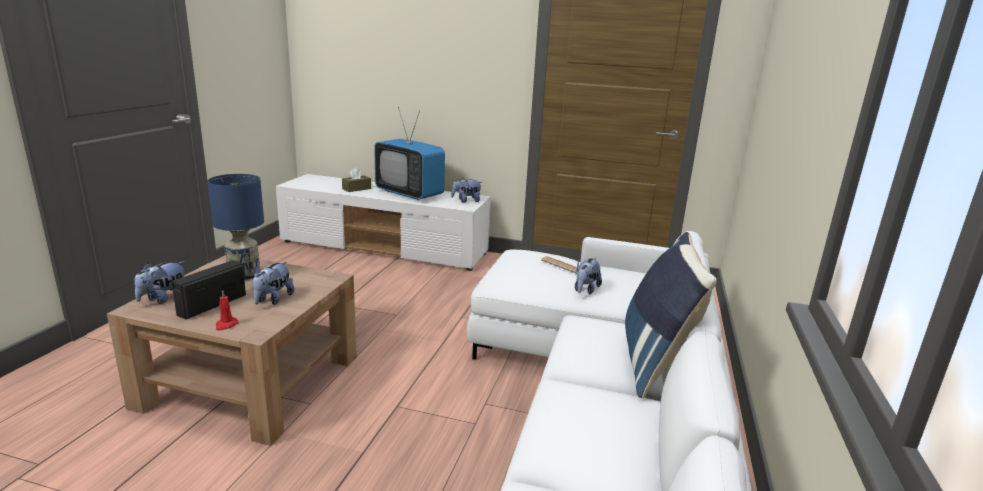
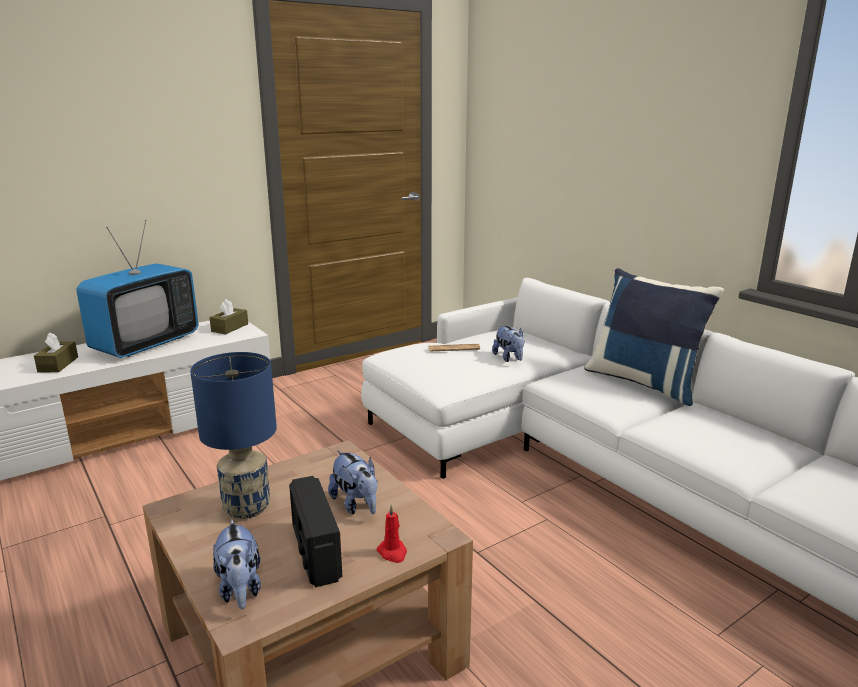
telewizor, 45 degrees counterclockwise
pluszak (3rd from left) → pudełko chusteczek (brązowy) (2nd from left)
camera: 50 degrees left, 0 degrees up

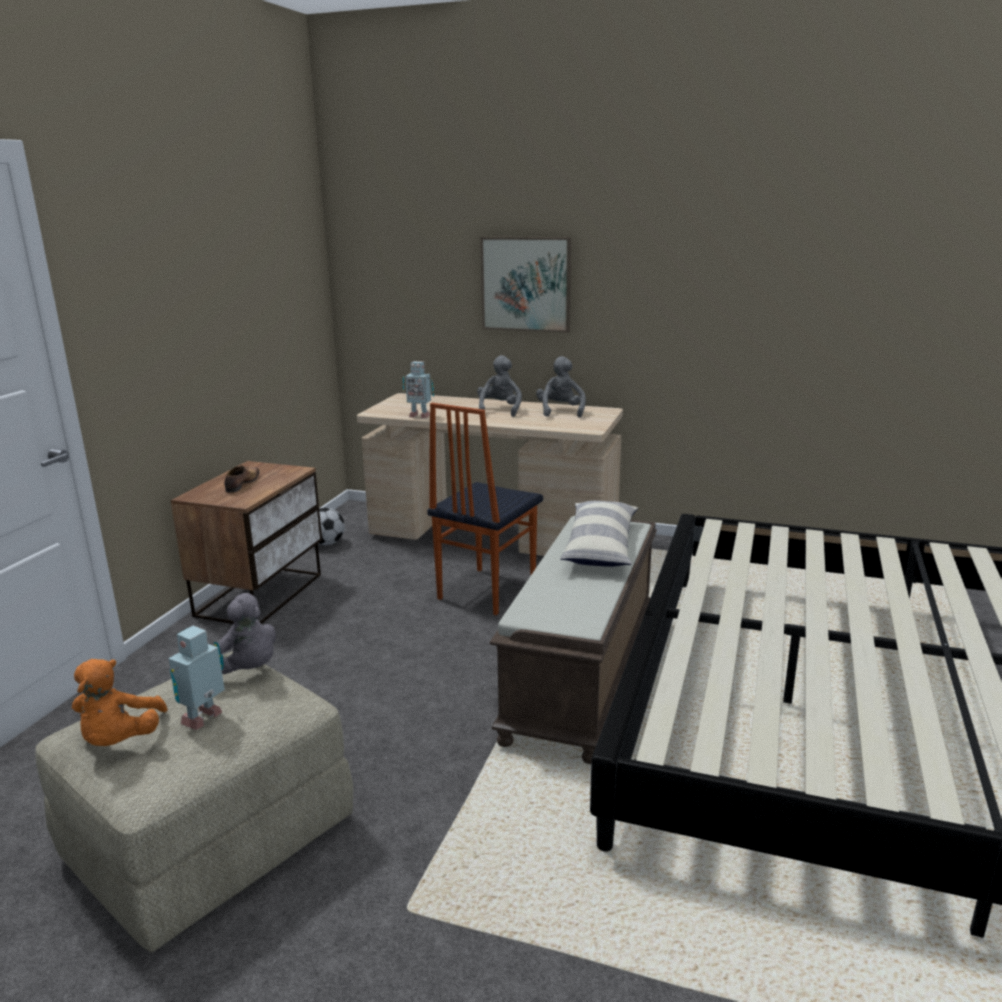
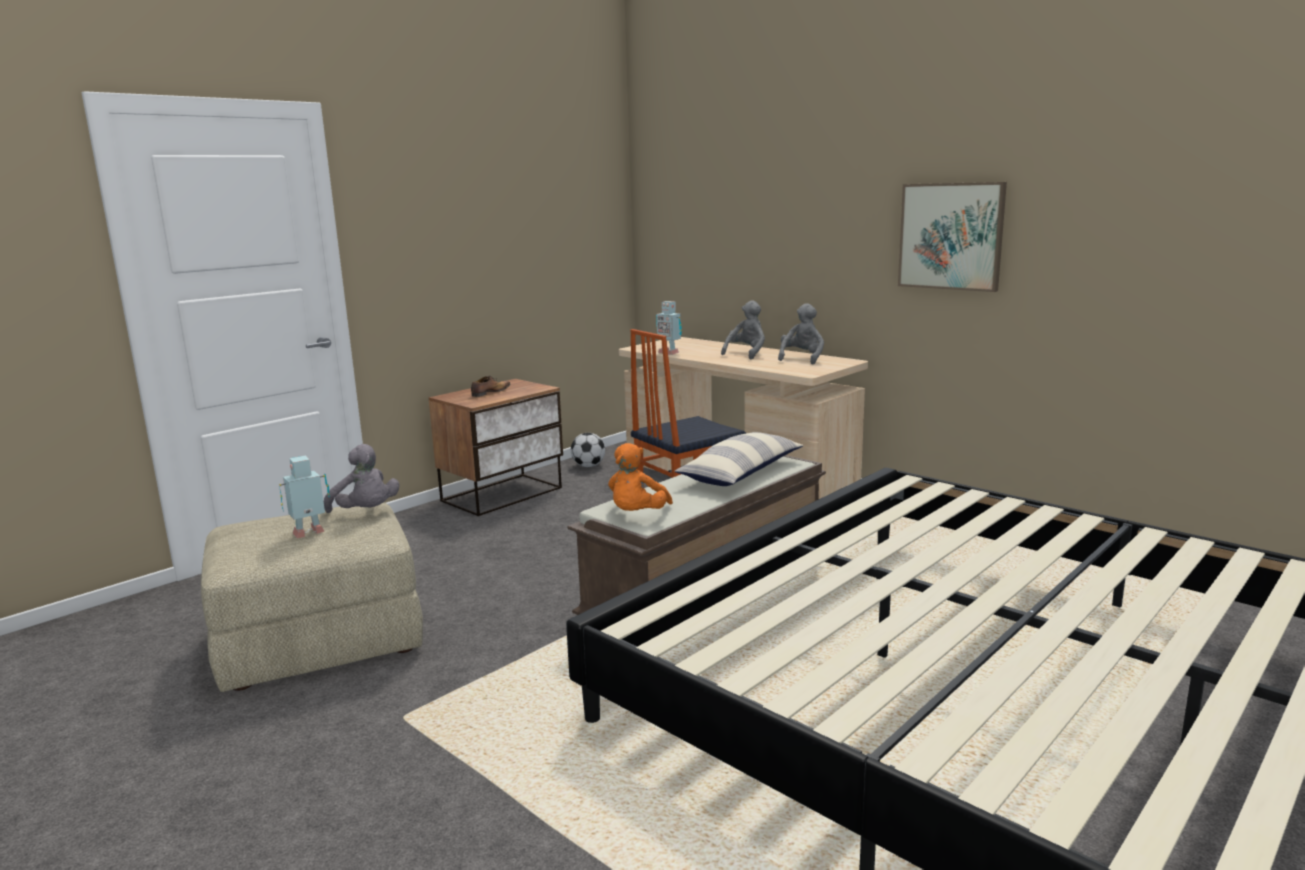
pluszak (pomarańczowy), moved
obraz, moved
camera: 25 degrees right, 5 degrees down

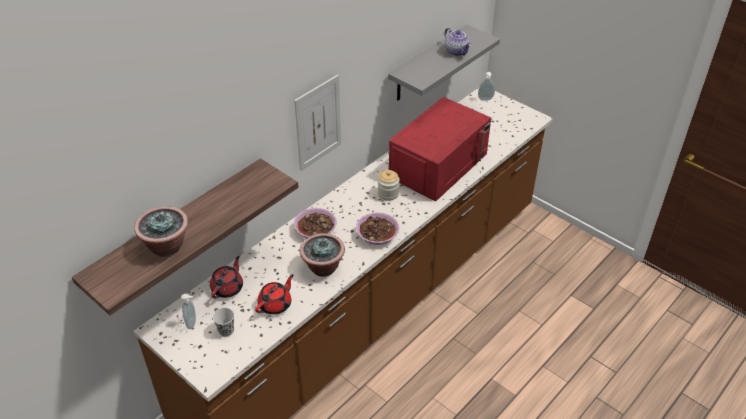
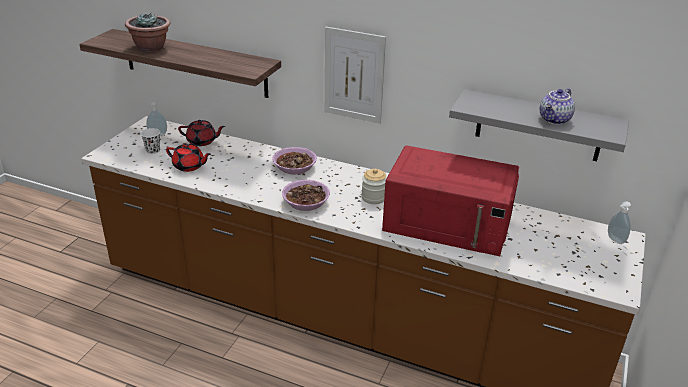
roślina doniczkowa (2nd from left) → -
camera: 70 degrees right, 10 degrees down

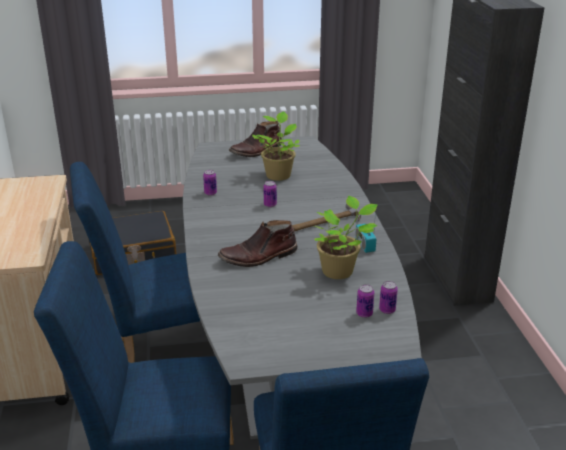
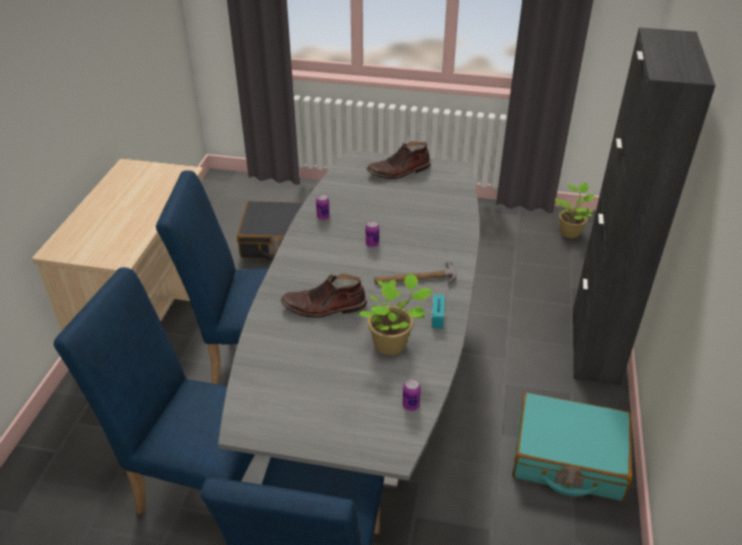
- → walizka (turkusowy)
roślina doniczkowa (1st from left in the first image) → roślina doniczkowa (2nd from left), moved
puszka (3rd from left) → -
camera: 20 degrees right, 10 degrees up

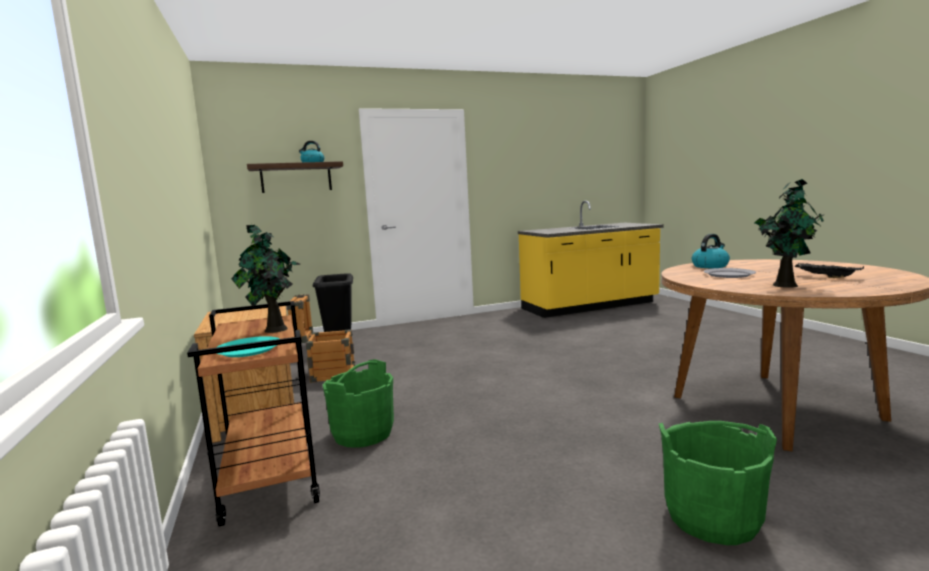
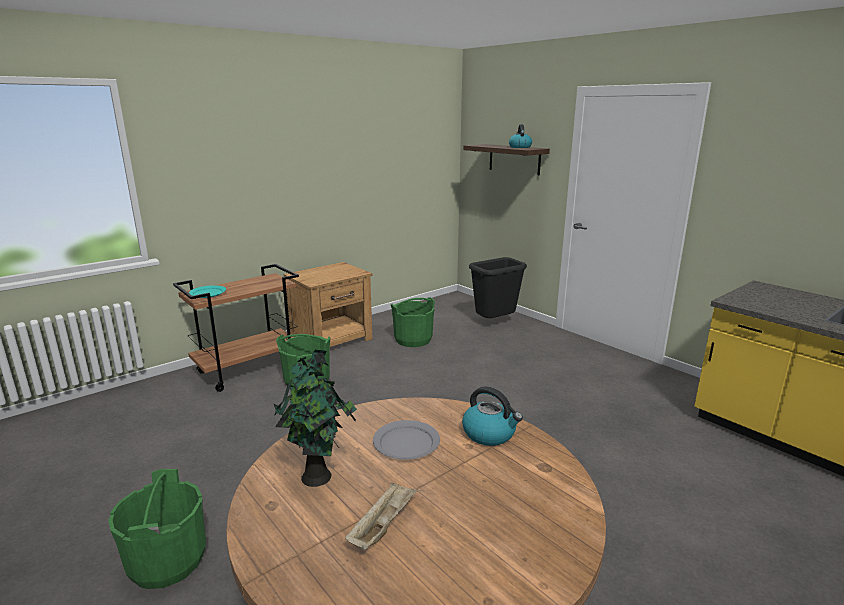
taca (czarny) → taca (beżowy)
skrzynka → wiadro (zielony) (3rd from left)
roślina doniczkowa (1st from left) → -
camera: 70 degrees right, 10 degrees up

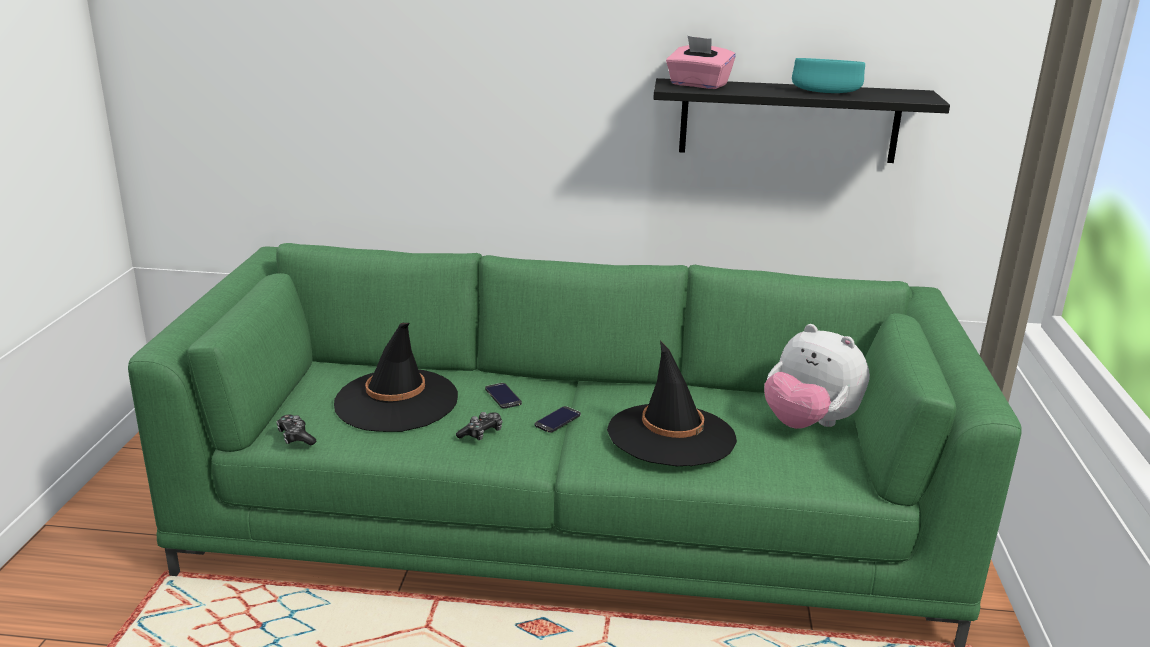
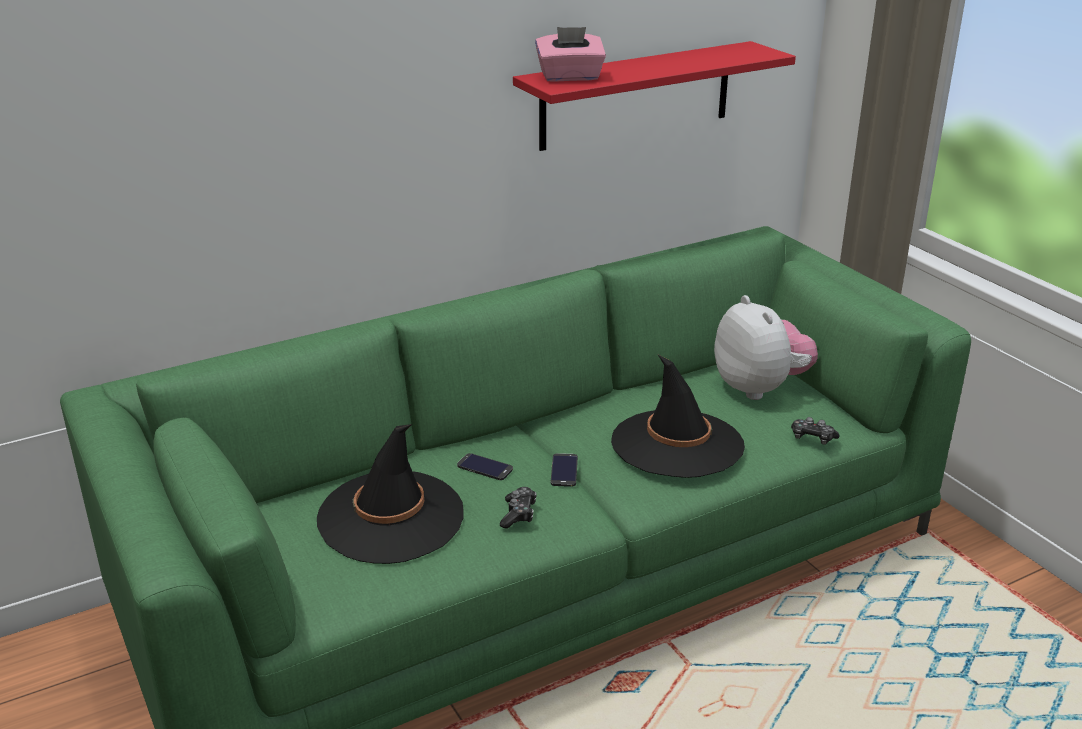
półka (czarny) → półka (czerwony)
pluszak, 120 degrees counterclockwise
pad do gier (1st from left in the first image) → pad do gier (2nd from left), moved
miska (turkusowy) → -
camera: 35 degrees left, 5 degrees up

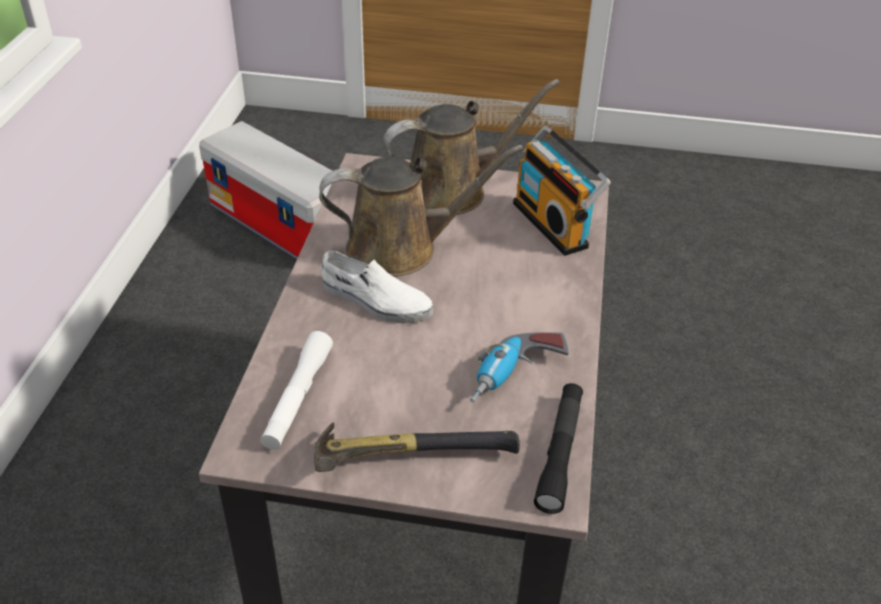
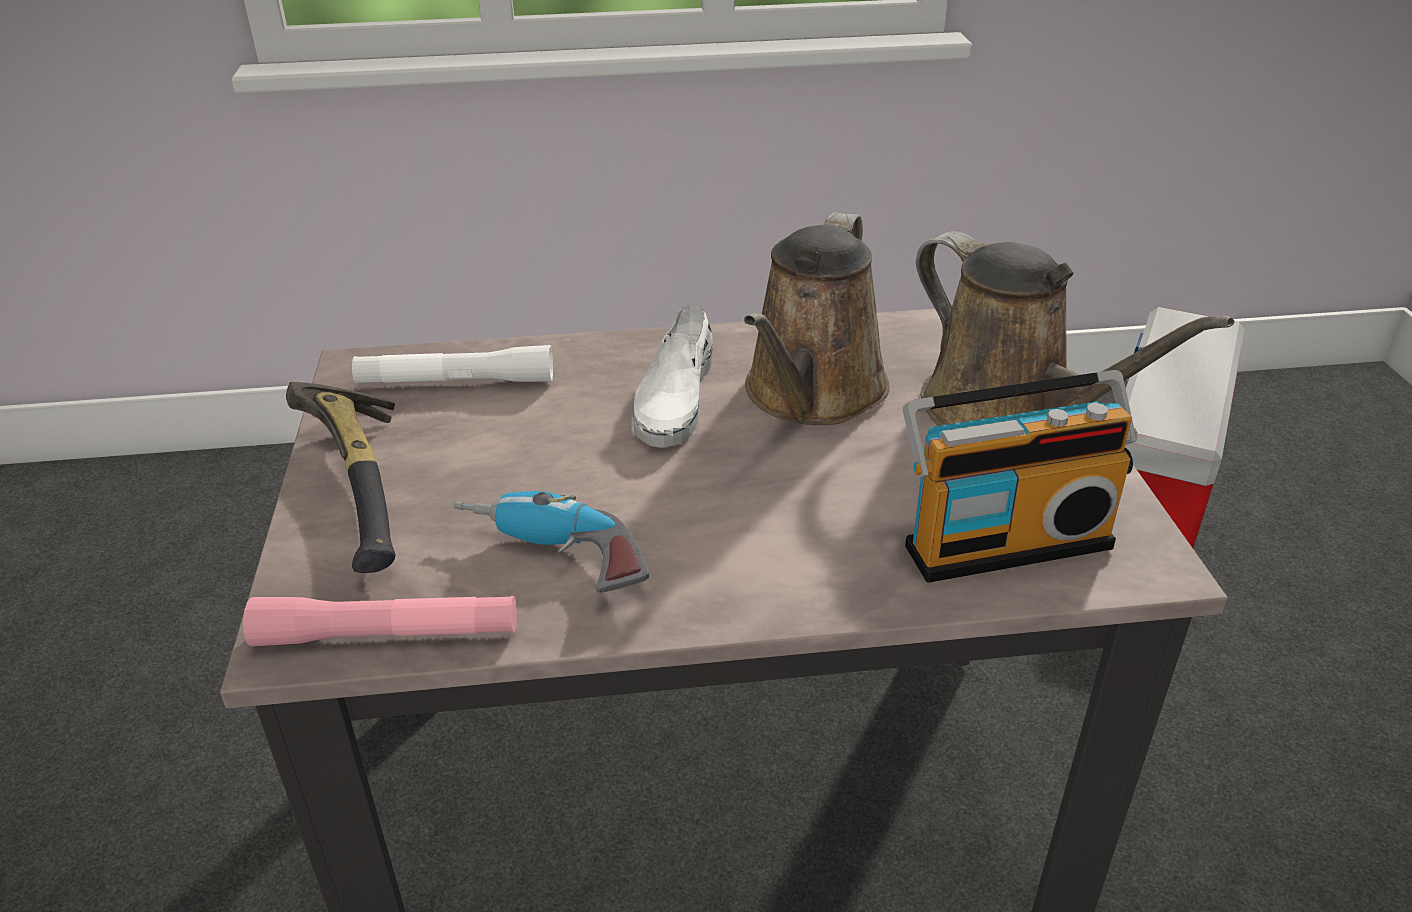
latarka (czarny) → latarka (różowy)
konewka (brązowy) (1st from left), 45 degrees clockwise
radio, 150 degrees counterclockwise
camera: 75 degrees right, 5 degrees down

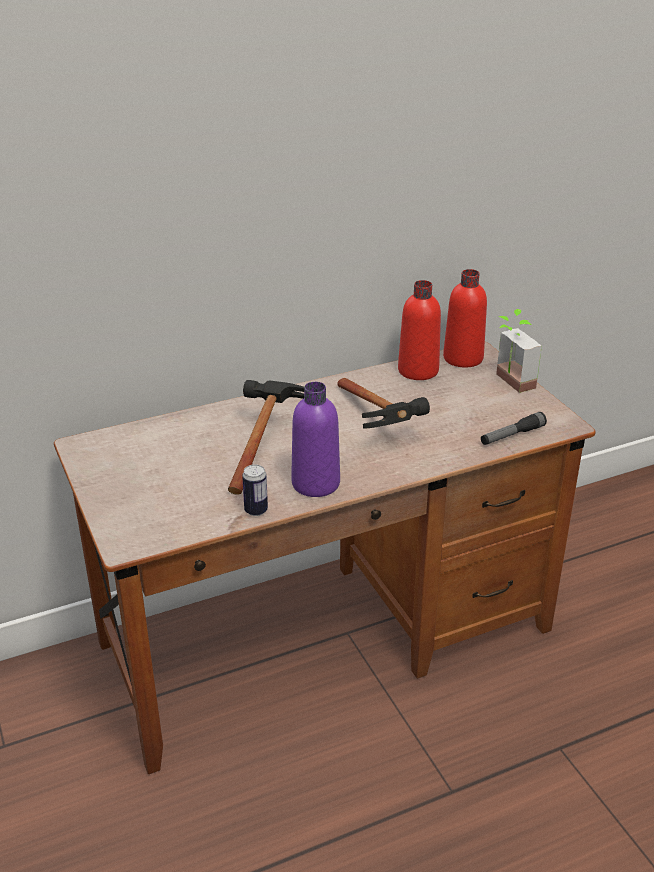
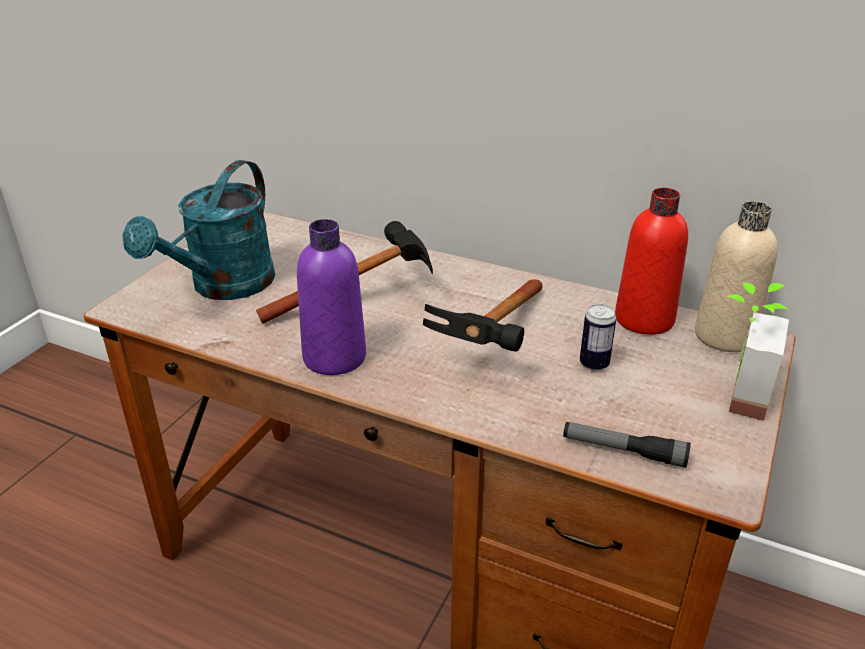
- → konewka (turkusowy)
puszka, moved
butelka (czerwony) (2nd from left) → butelka (beżowy)
camera: 50 degrees right, 0 degrees up

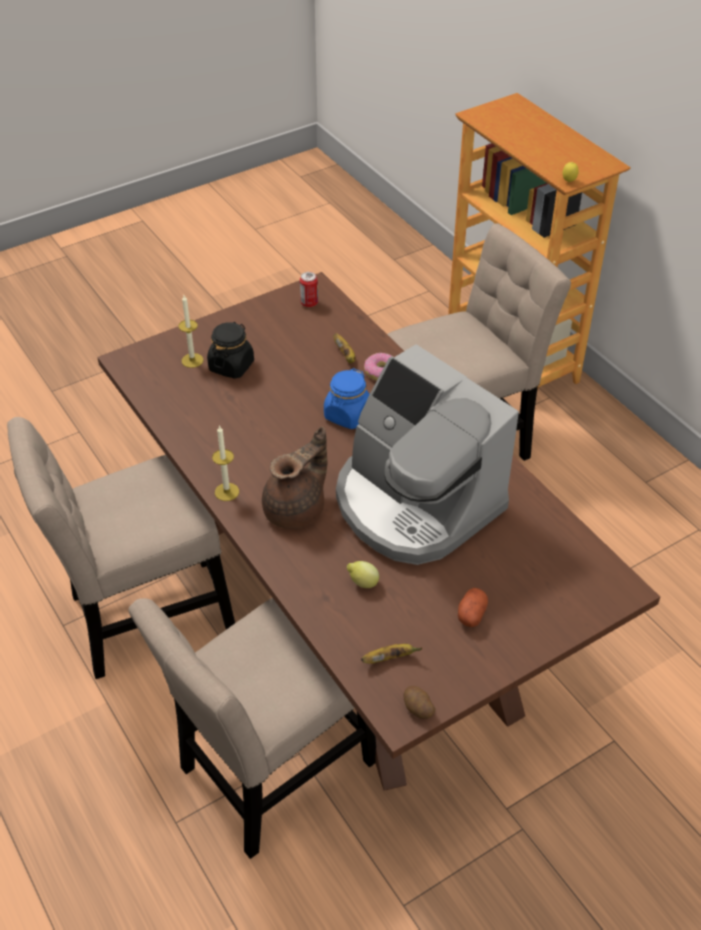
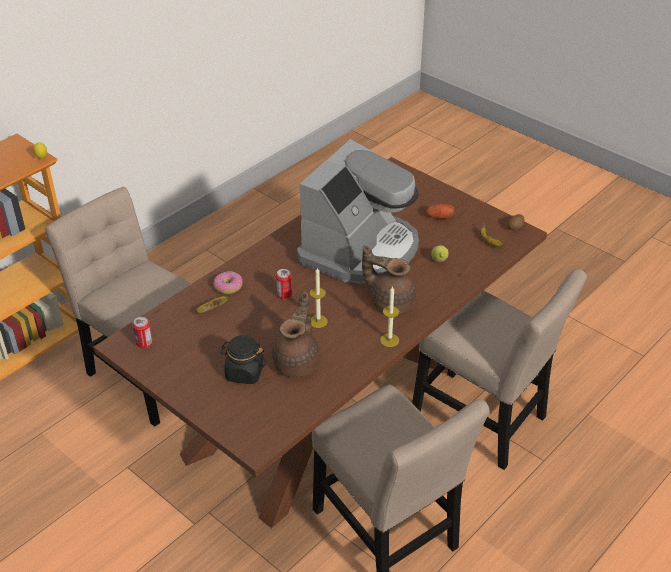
- → imbryk (brązowy) (1st from left)
słoik (niebieski) → puszka (2nd from left)
świeca (1st from left), moved
camera: 105 degrees left, 5 degrees down

